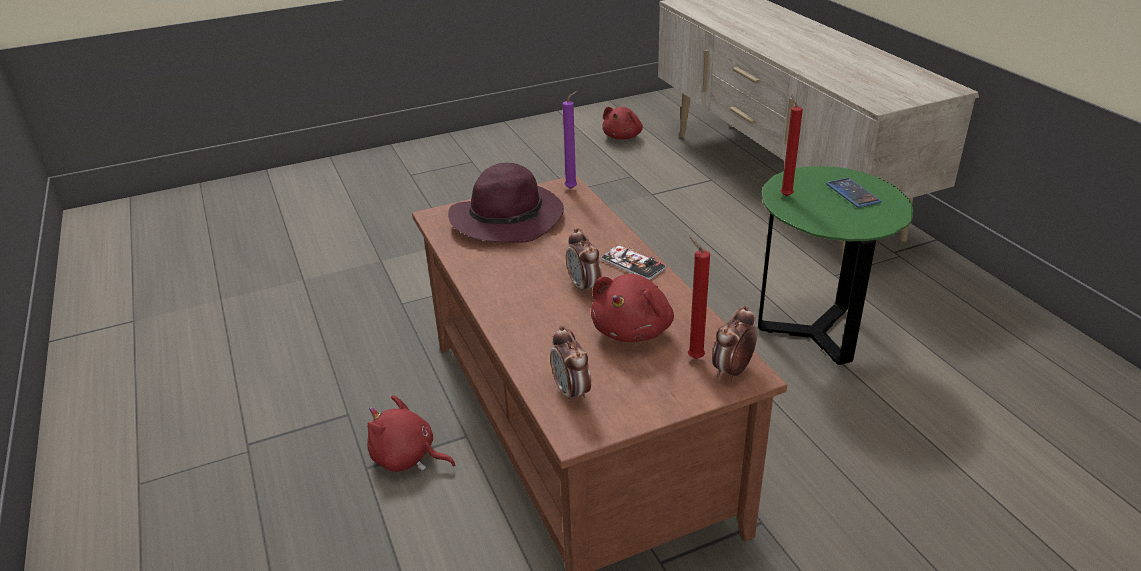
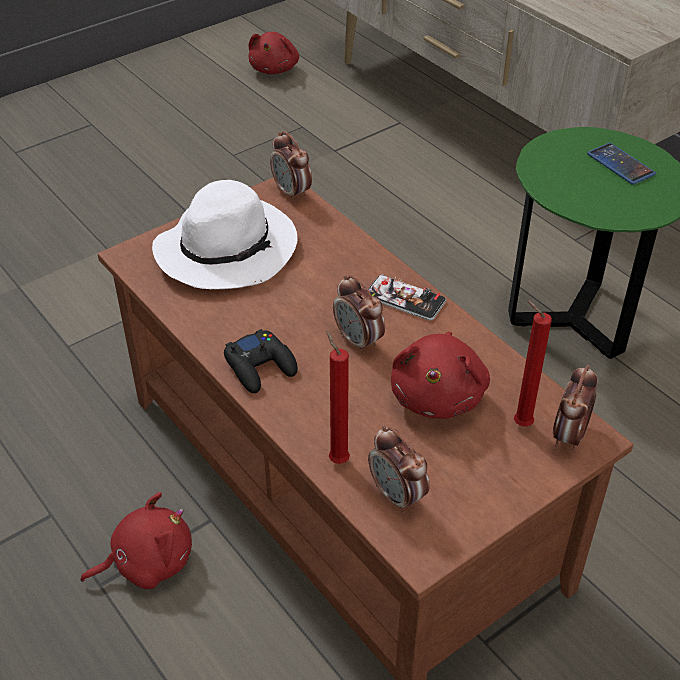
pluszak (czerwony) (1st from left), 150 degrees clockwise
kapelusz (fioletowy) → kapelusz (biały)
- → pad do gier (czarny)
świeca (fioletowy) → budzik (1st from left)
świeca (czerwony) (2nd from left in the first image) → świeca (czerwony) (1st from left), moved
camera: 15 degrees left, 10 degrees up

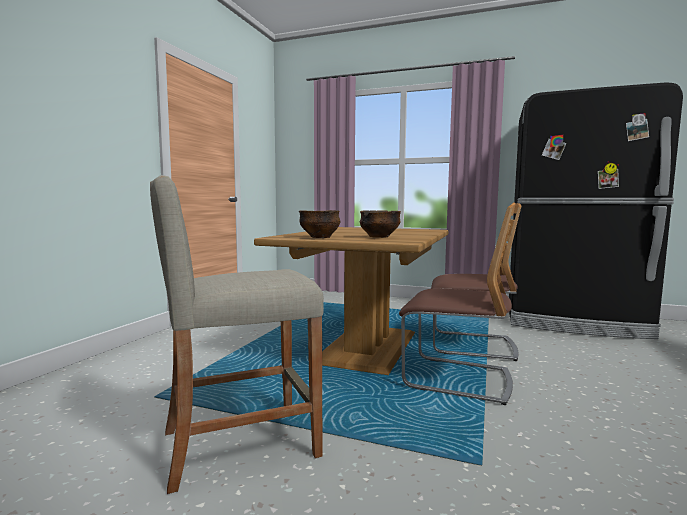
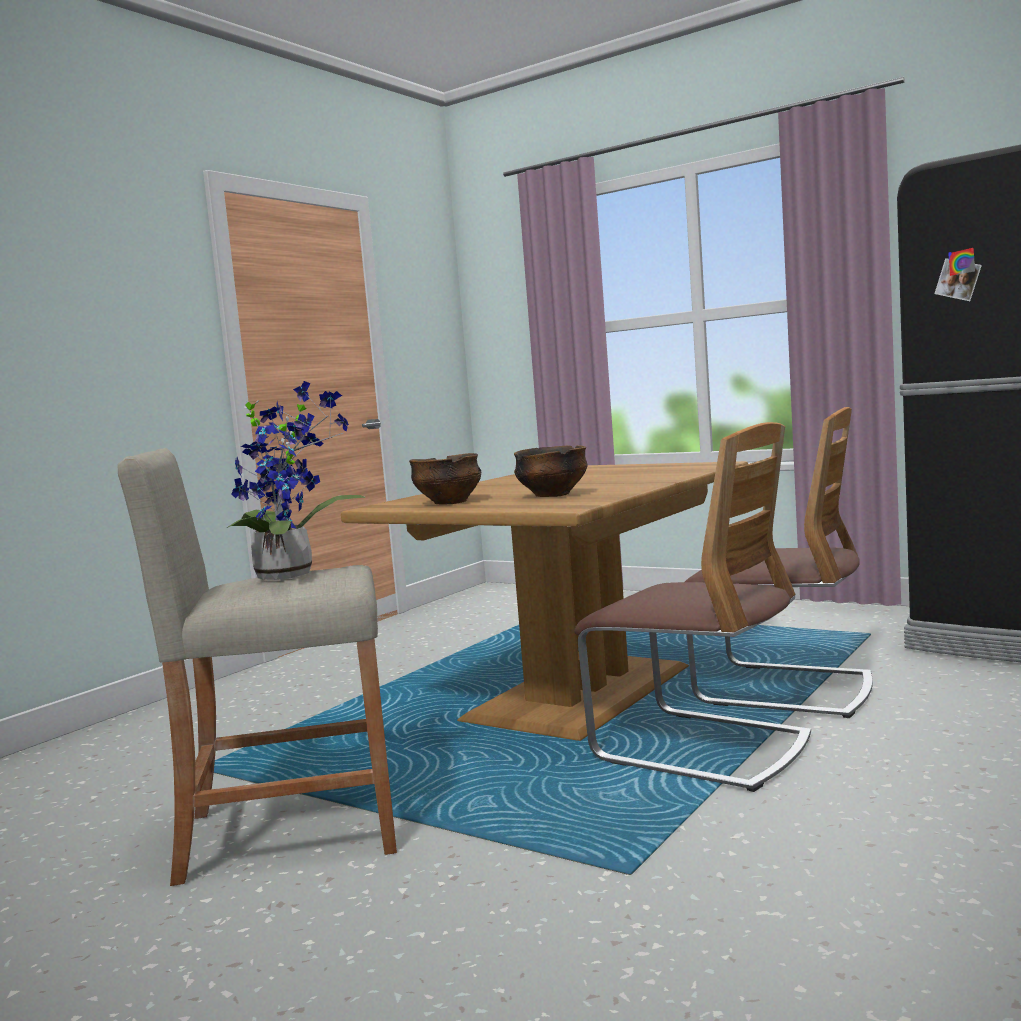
- → roślina doniczkowa
camera: 15 degrees right, 0 degrees up

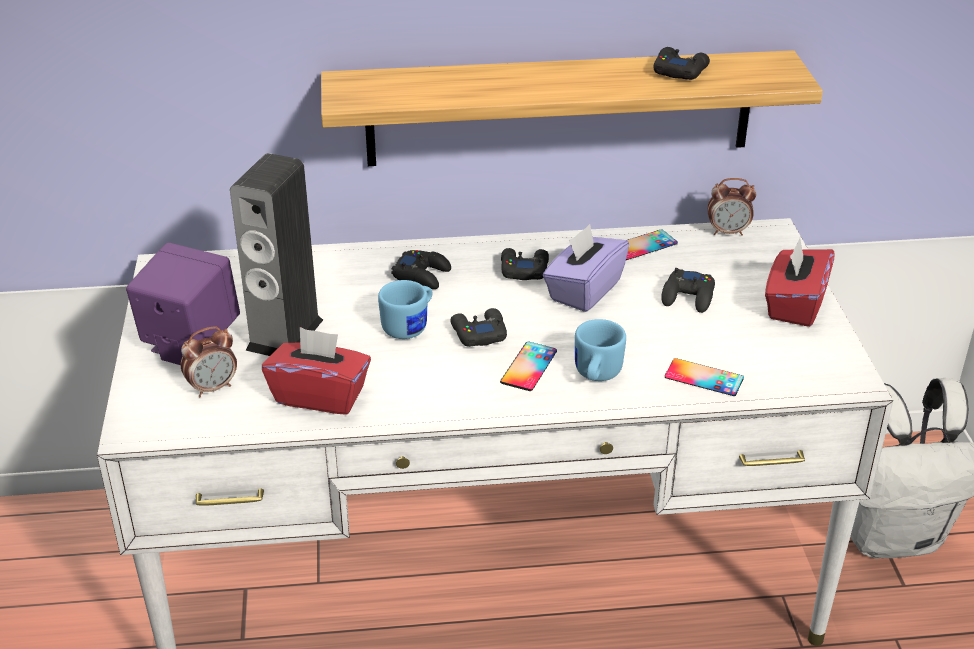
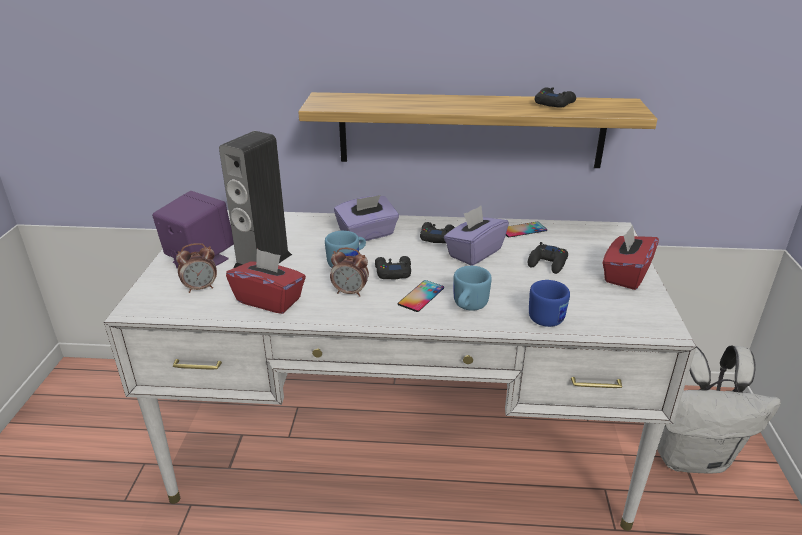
budzik (2nd from left), moved
pad do gier (czarny) (1st from left) → pudełko chusteczek (fioletowy) (1st from left)
telefon (3rd from left) → kubek (niebieski) (3rd from left)
camera: 10 degrees right, 5 degrees down

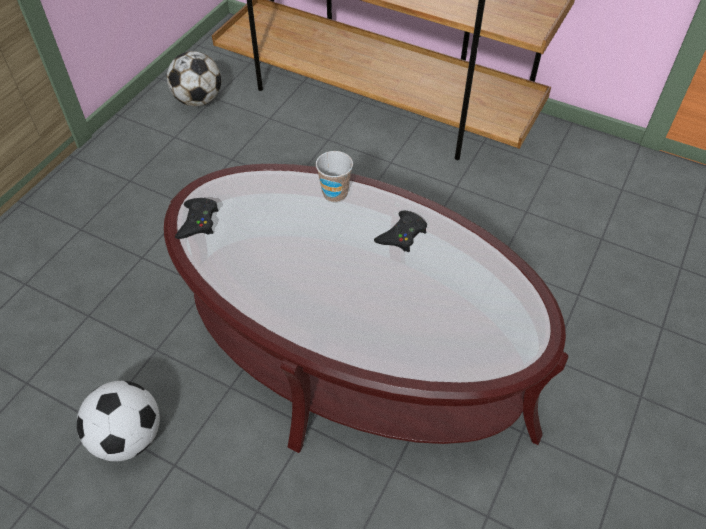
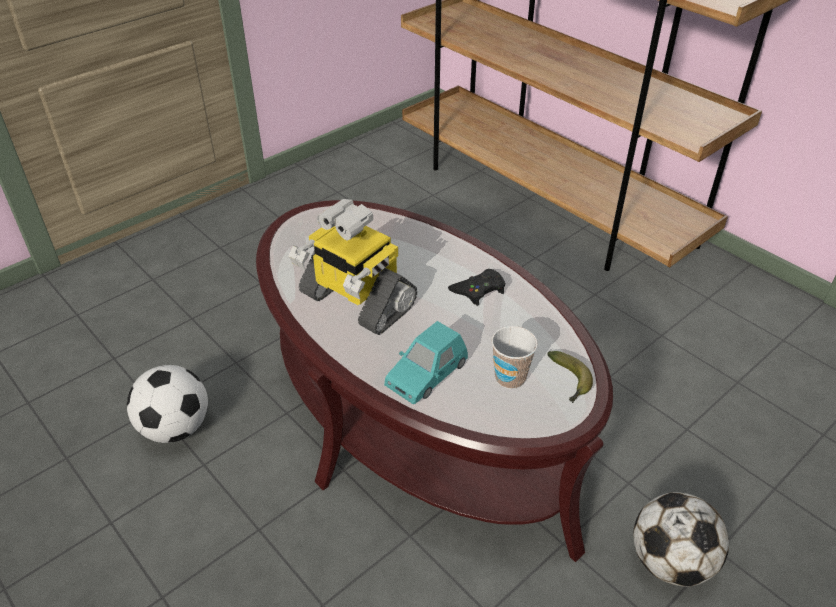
- → robot zabawkowy
- → samochodzik (turkusowy)
filiżanka, moved
- → banan
piłka futbolowa (2nd from left), moved
pad do gier (czarny) (1st from left) → -
camera: 20 degrees right, 10 degrees down

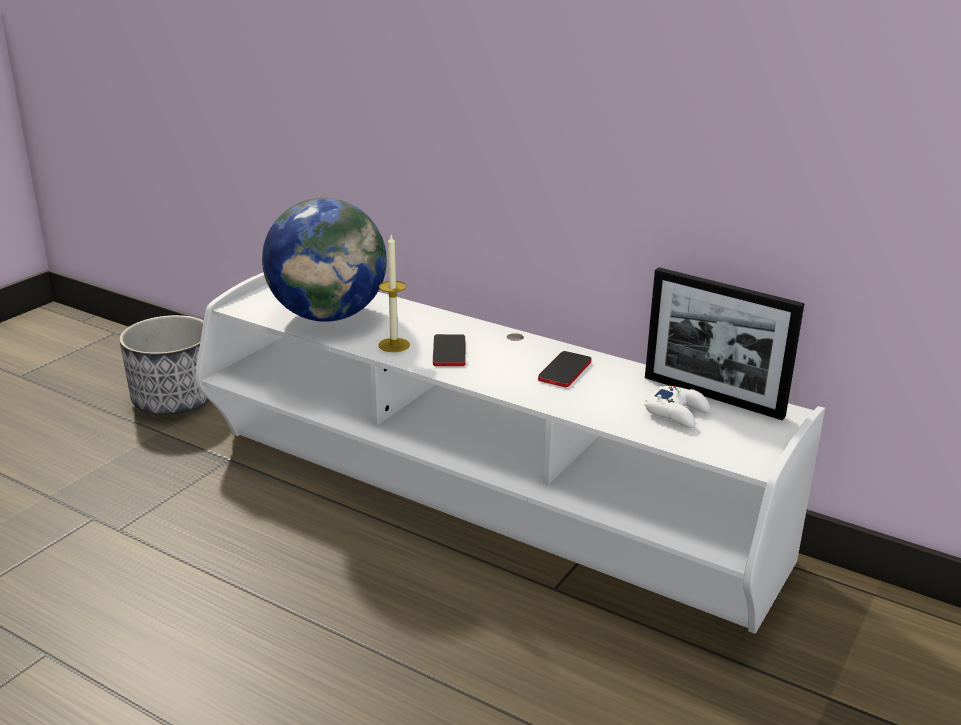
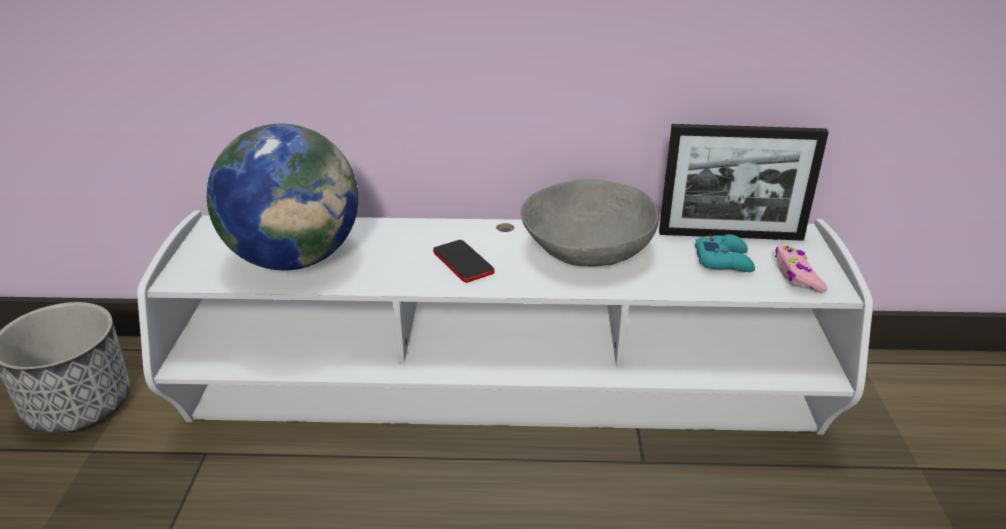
telefon (2nd from left) → miska (szary)
pad do gier (biały) → pad do gier (turkusowy)
- → pad do gier (różowy)
świeca → -
camera: 30 degrees left, 5 degrees up

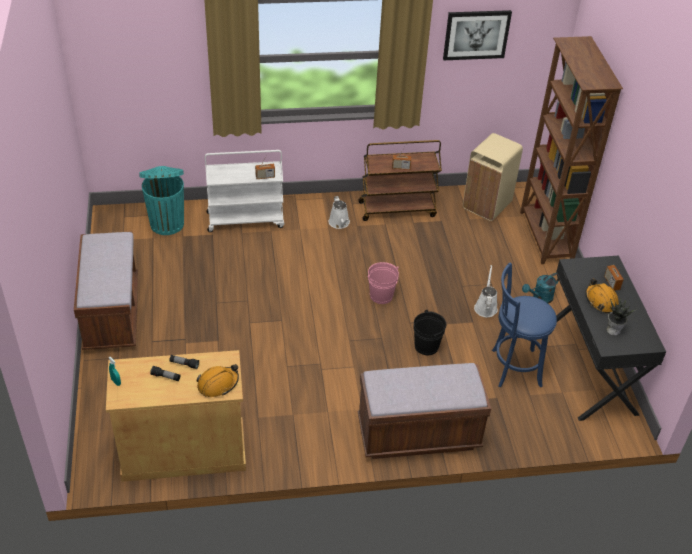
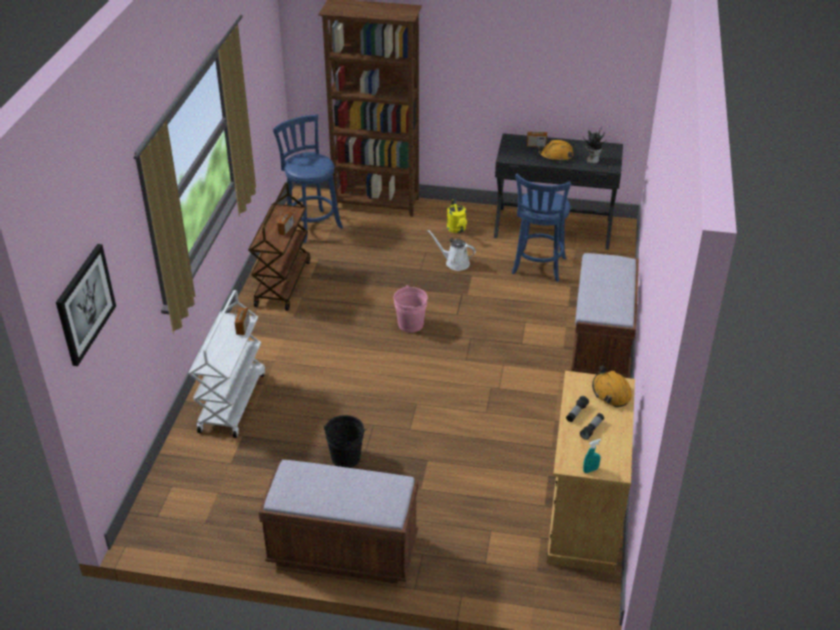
obraz, moved
kosz na śmieci (beżowy) → stołek (niebieski) (1st from left)
wiadro (czarny), moved
konewka (turkusowy) → konewka (żółty)
kosz na śmieci (turkusowy) → -
konewka (biały) (1st from left) → -
camera: 70 degrees left, 5 degrees down

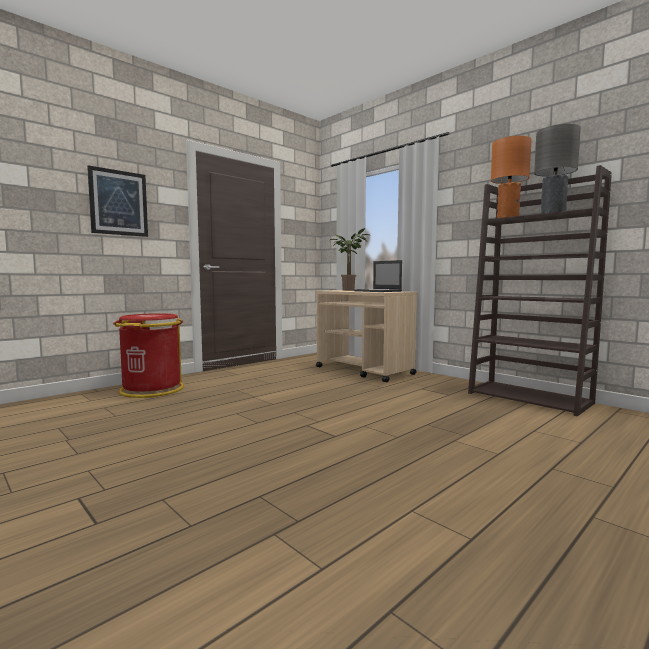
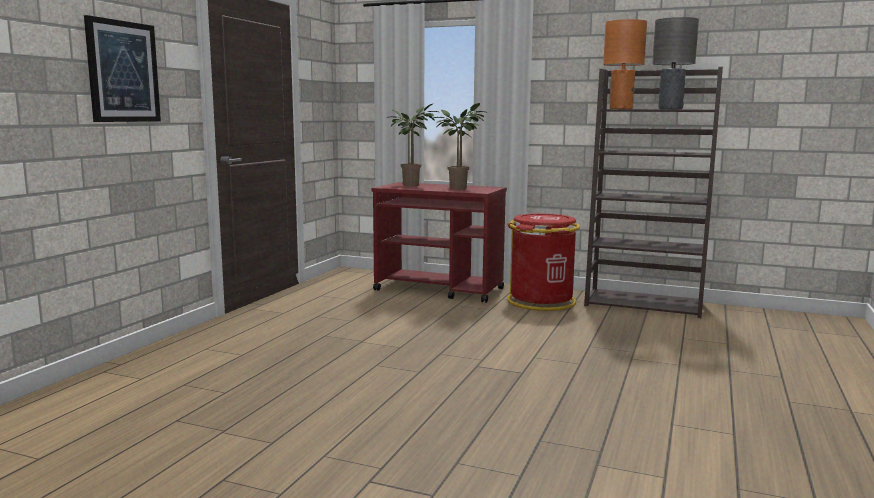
wózek (beżowy) → wózek (czerwony)
laptop → roślina doniczkowa (2nd from left)
kosz na śmieci (czerwony), moved
camera: 25 degrees left, 5 degrees up

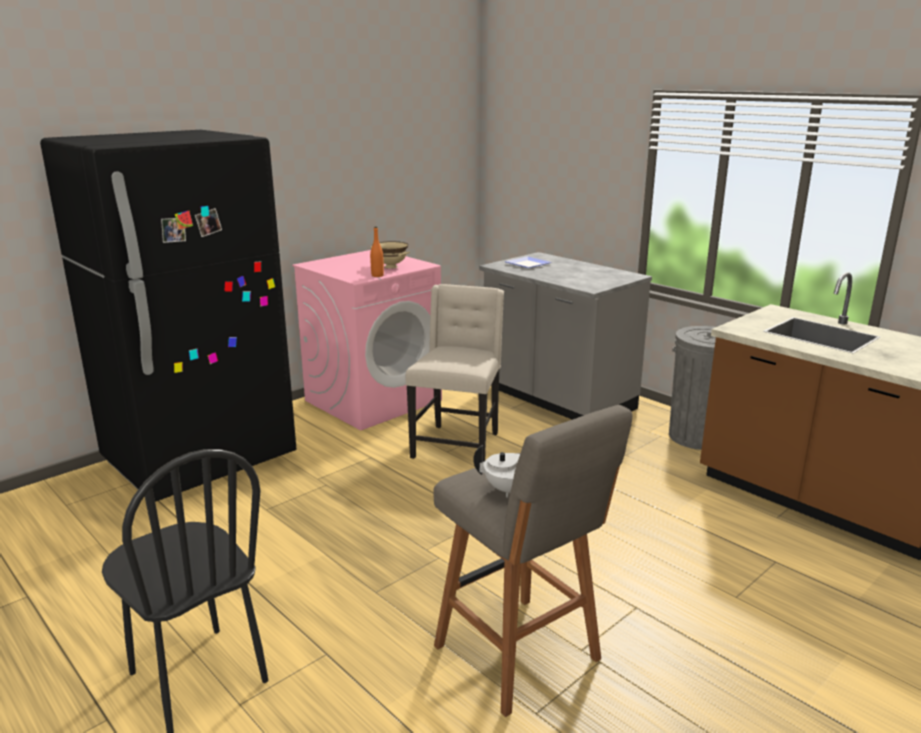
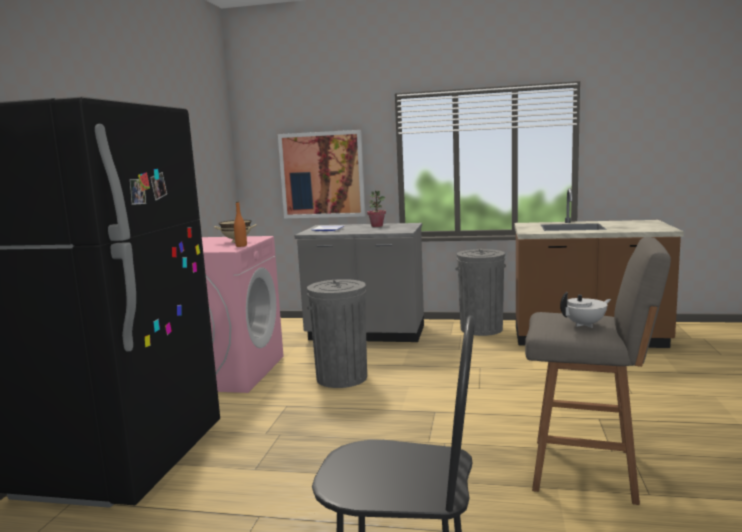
- → obraz
krzesło (beżowy) → kosz na śmieci (szary) (1st from left)
- → roślina doniczkowa
camera: 35 degrees left, 10 degrees down

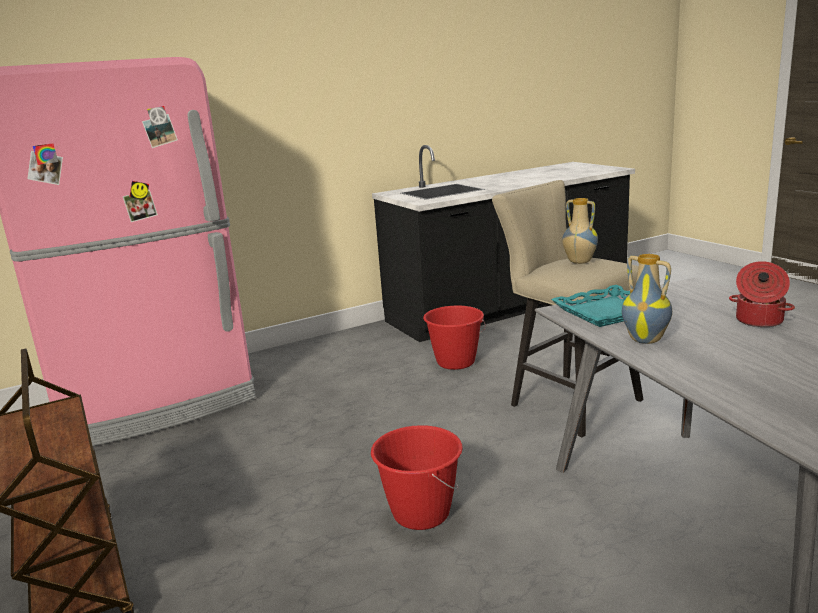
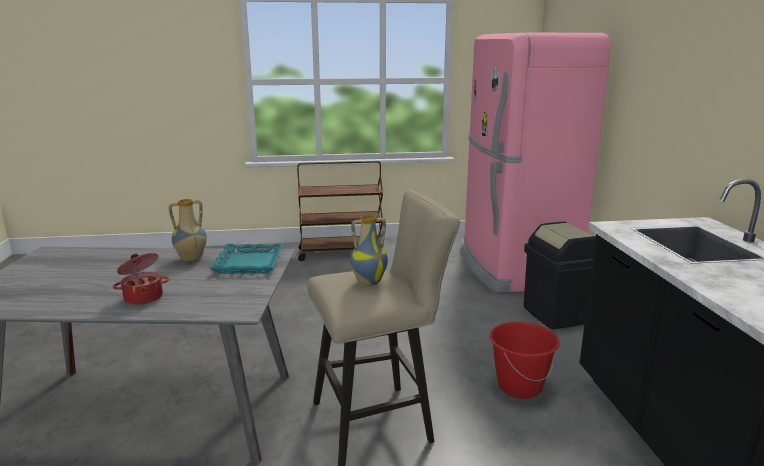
- → kosz na śmieci (czarny)
wiadro (czerwony) (1st from left) → -
camera: 110 degrees right, 0 degrees up

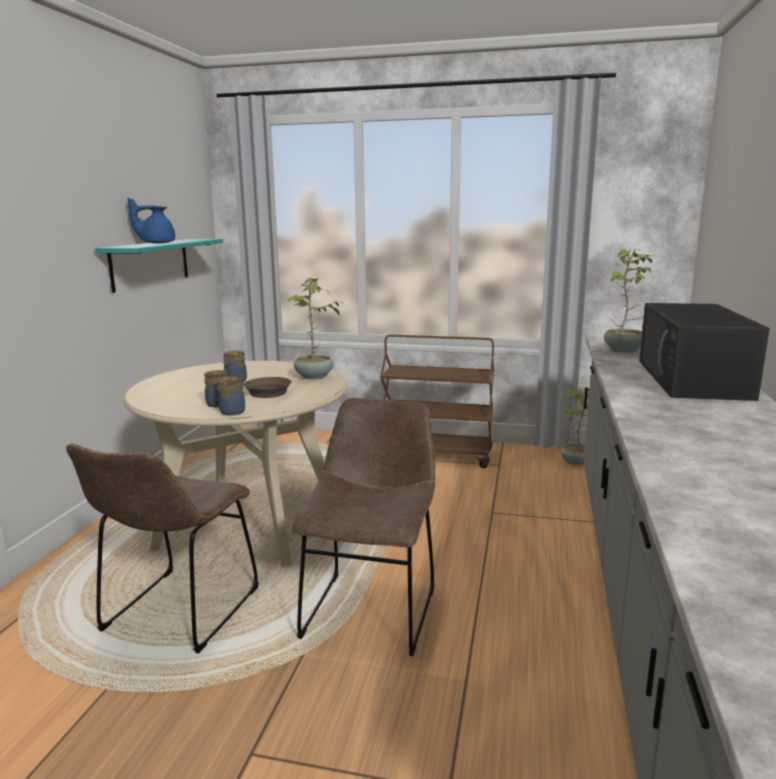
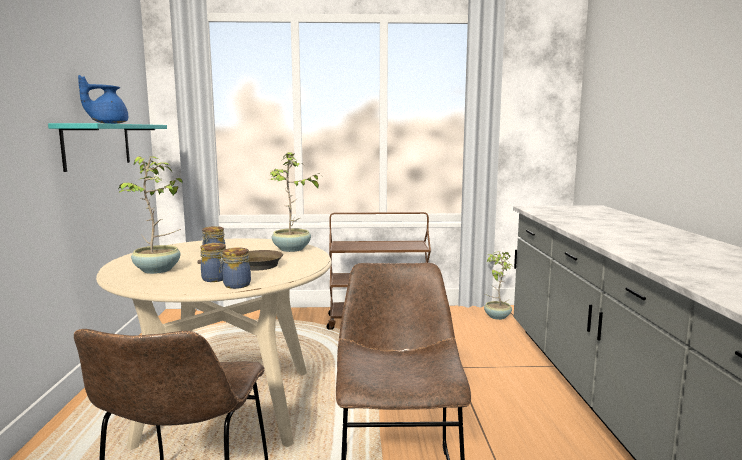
roślina doniczkowa (3rd from left in the first image) → roślina doniczkowa (1st from left), moved
mikrofalówka (czarny) → -
camera: 15 degrees left, 5 degrees down

